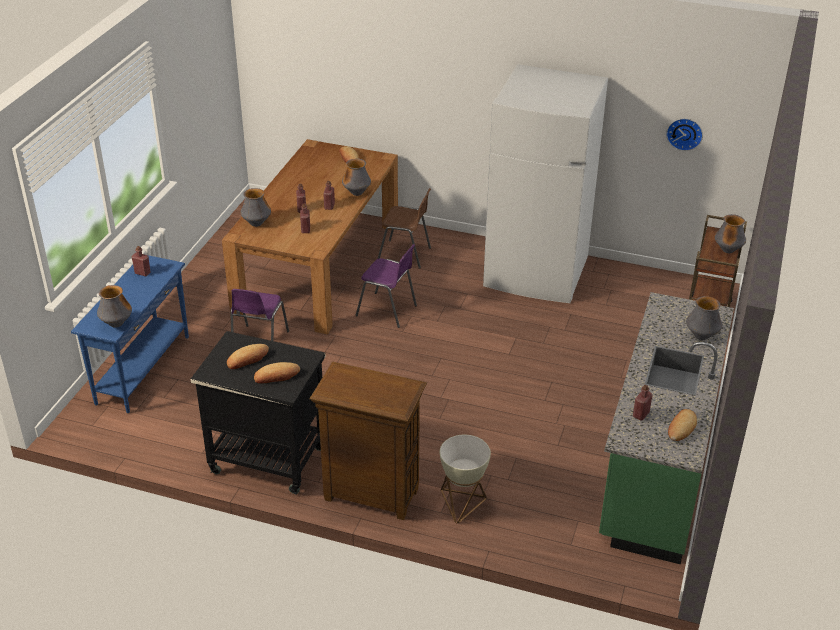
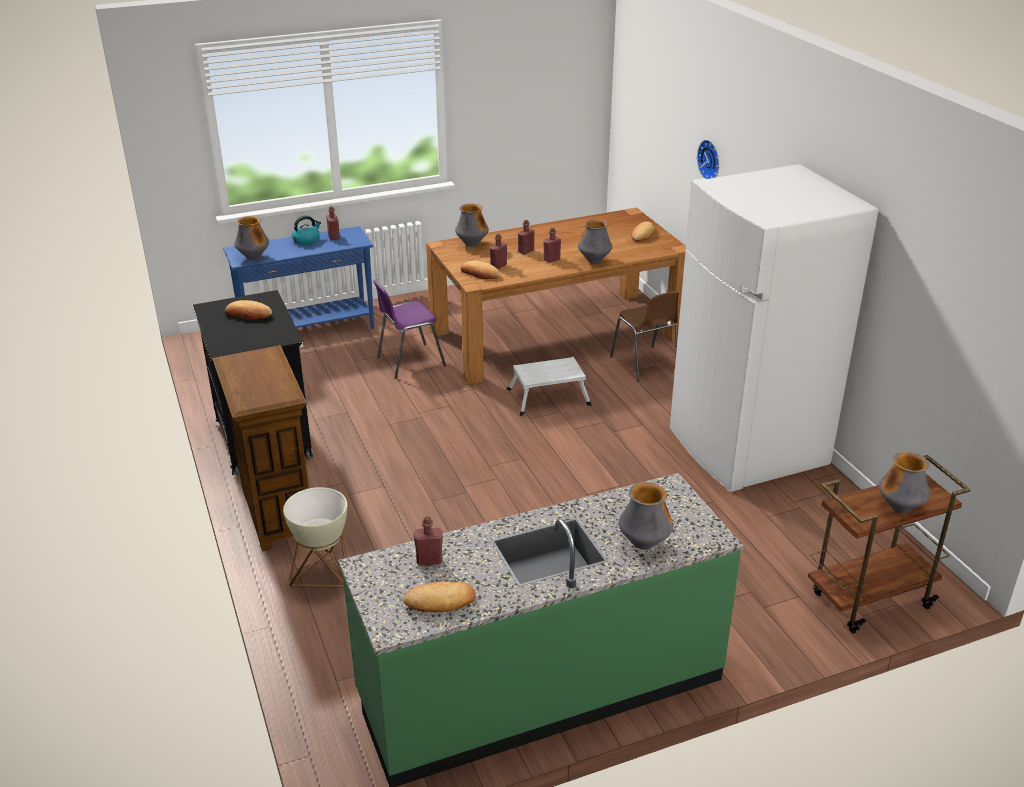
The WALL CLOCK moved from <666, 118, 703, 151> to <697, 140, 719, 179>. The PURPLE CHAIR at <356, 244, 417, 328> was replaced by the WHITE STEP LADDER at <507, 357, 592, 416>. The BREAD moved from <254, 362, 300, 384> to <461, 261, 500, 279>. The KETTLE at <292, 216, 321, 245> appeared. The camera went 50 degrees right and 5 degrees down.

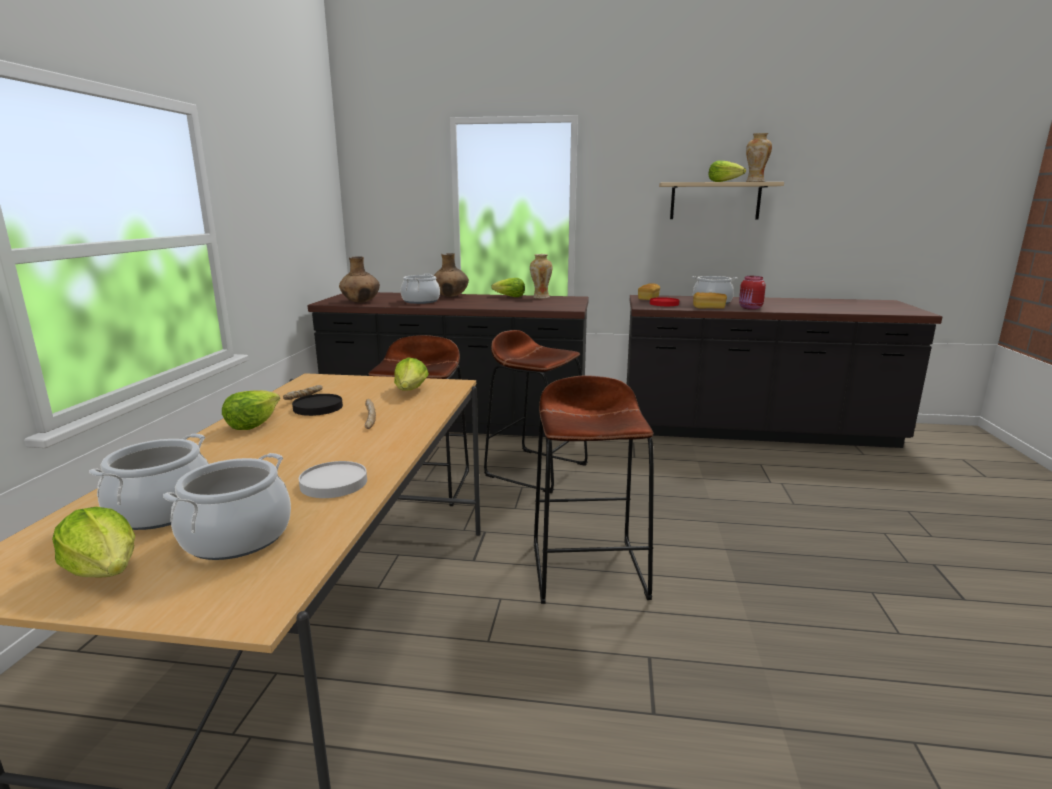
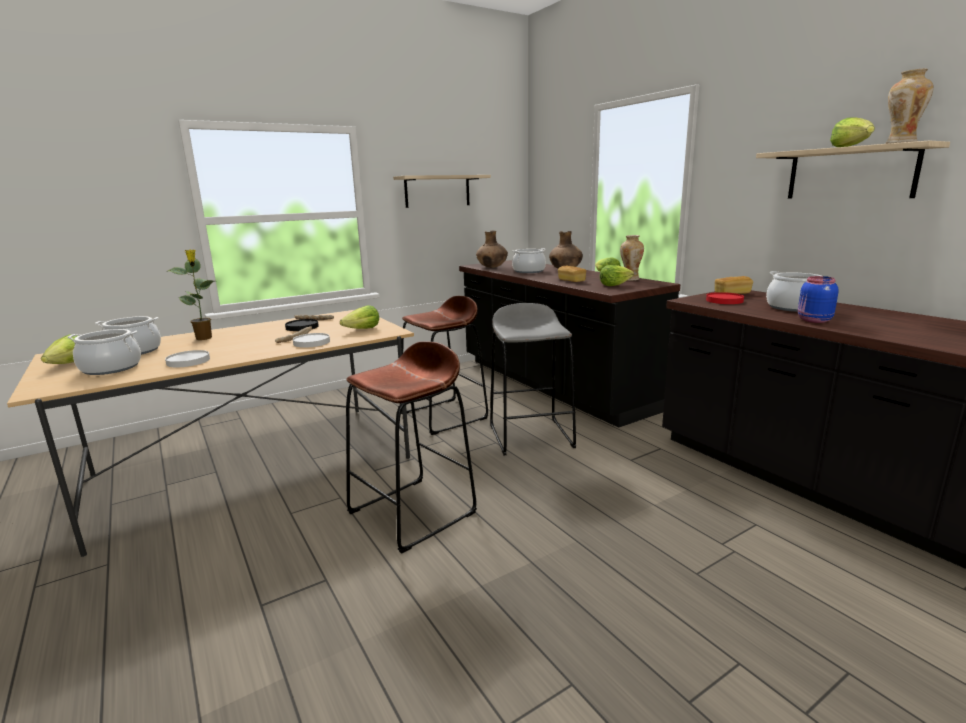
The RED JAR at <739, 276, 766, 310> became the BLUE JAR at <798, 276, 839, 323>. The BREAD moved from <693, 292, 727, 309> to <558, 266, 586, 282>. The BROWN STOOL at <484, 330, 588, 493> became the GREY STOOL at <490, 303, 576, 455>. The LETTUCE moved from <222, 390, 280, 430> to <600, 265, 634, 286>. The SHELF at <393, 175, 491, 208> appeared. The POTTED PLANT at <168, 249, 214, 340> appeared. The WHITE PLATE at <293, 333, 330, 348> appeared. The camera went 50 degrees right and 0 degrees up.

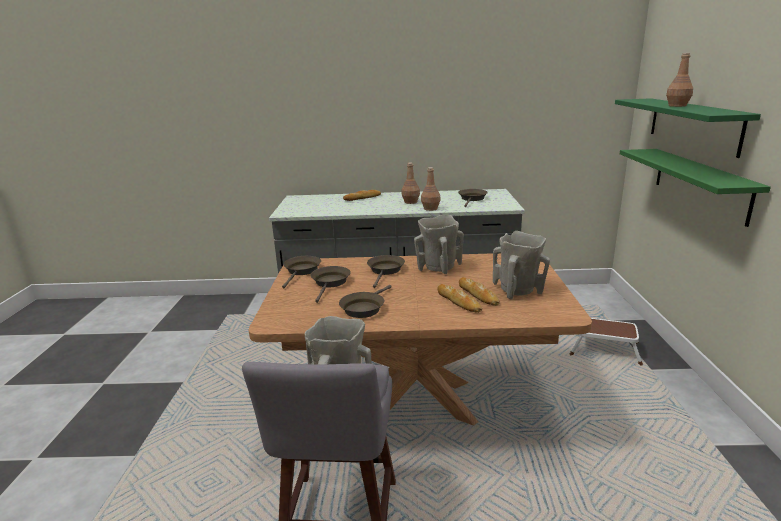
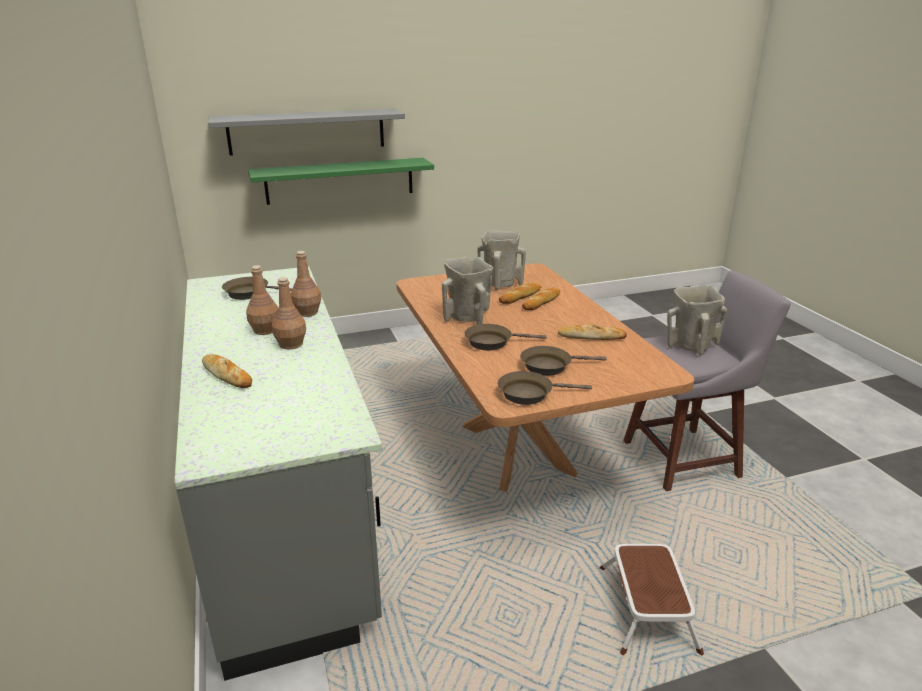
The BROWN BOTTLE moved from <666, 53, 693, 107> to <272, 277, 306, 349>. The GREEN SHELF at <615, 98, 761, 158> became the GREY SHELF at <209, 109, 405, 156>. The BROWN FRYING PAN at <339, 285, 392, 318> was replaced by the BREAD at <558, 324, 627, 340>. The BROWN STEP LADDER moved from <569, 318, 643, 366> to <599, 544, 704, 656>. The camera went 110 degrees left and 5 degrees up.

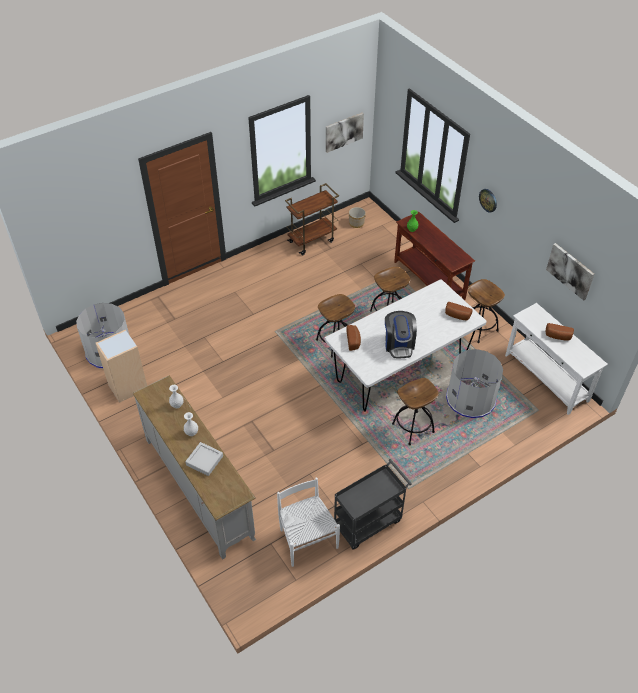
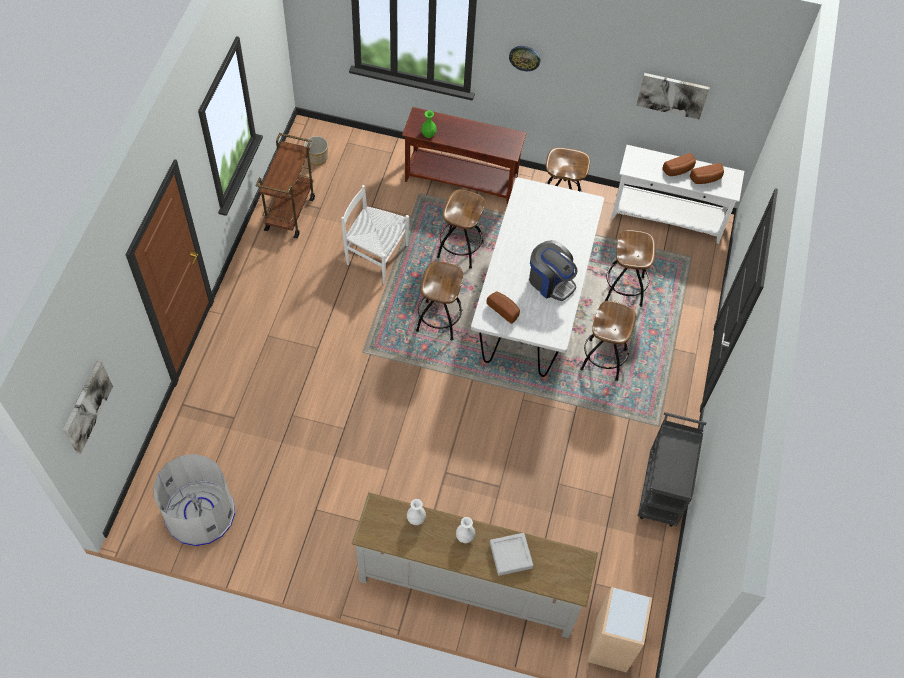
The PICTURE moved from <326, 112, 364, 153> to <63, 360, 113, 454>. The BREAD moved from <445, 302, 472, 320> to <690, 163, 724, 184>. The BOOKCASE moved from <96, 329, 147, 403> to <588, 587, 652, 673>. The GREY TRASH CAN at <446, 349, 503, 418> was replaced by the BROWN STOOL at <605, 230, 656, 307>. The WHITE CHAIR moved from <277, 478, 340, 567> to <341, 185, 409, 284>. The camera went 45 degrees left and 10 degrees up.

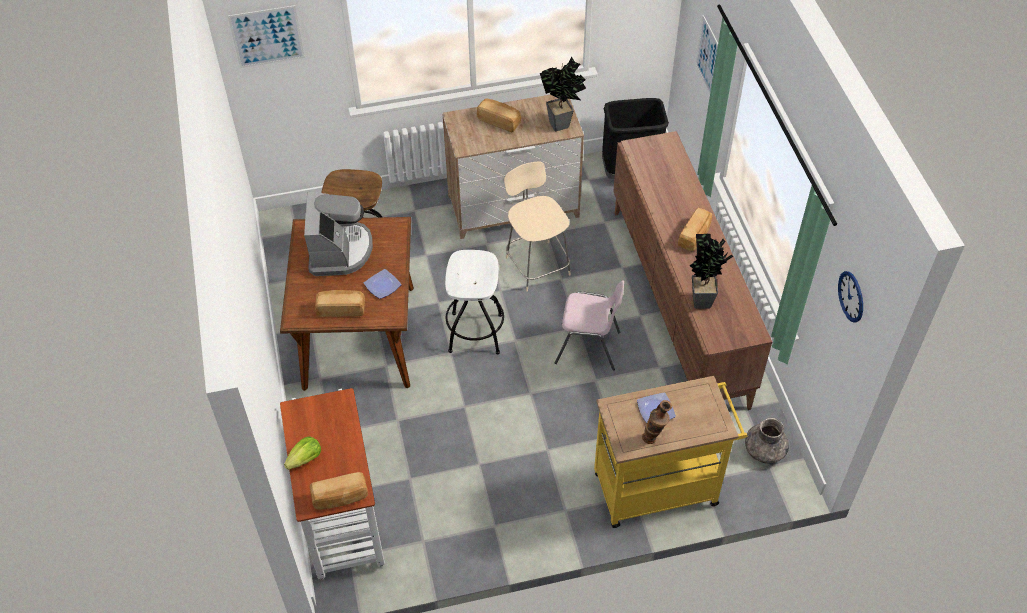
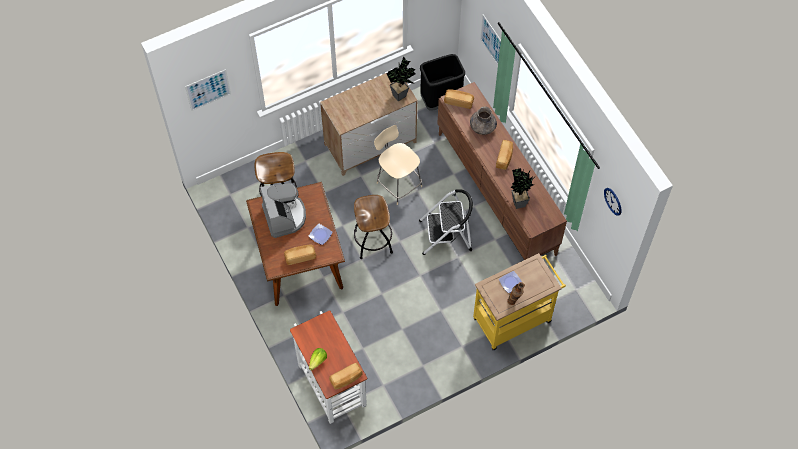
The BREAD moved from <477, 98, 521, 132> to <444, 89, 474, 109>. The WHITE STOOL at <445, 250, 504, 355> became the BROWN STOOL at <354, 195, 393, 259>. The PINK CHAIR at <555, 280, 624, 370> was replaced by the STEP LADDER at <419, 189, 473, 255>. The GREY VASE moved from <745, 418, 789, 463> to <470, 106, 497, 135>. The camera went 15 degrees left and 10 degrees up.

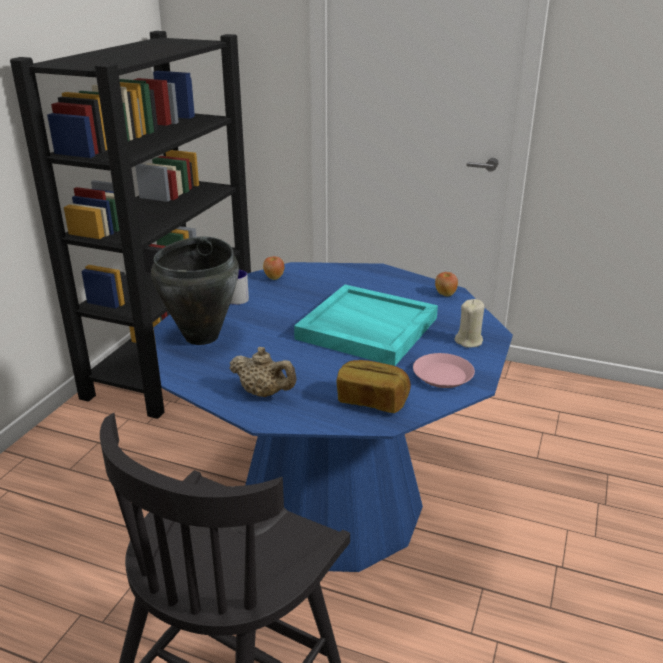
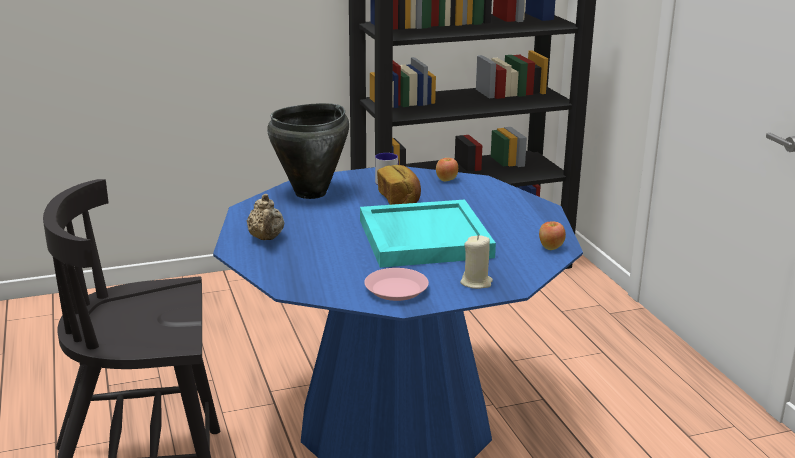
The BREAD moved from <337, 360, 411, 413> to <377, 165, 421, 205>. The camera went 50 degrees right and 5 degrees down.

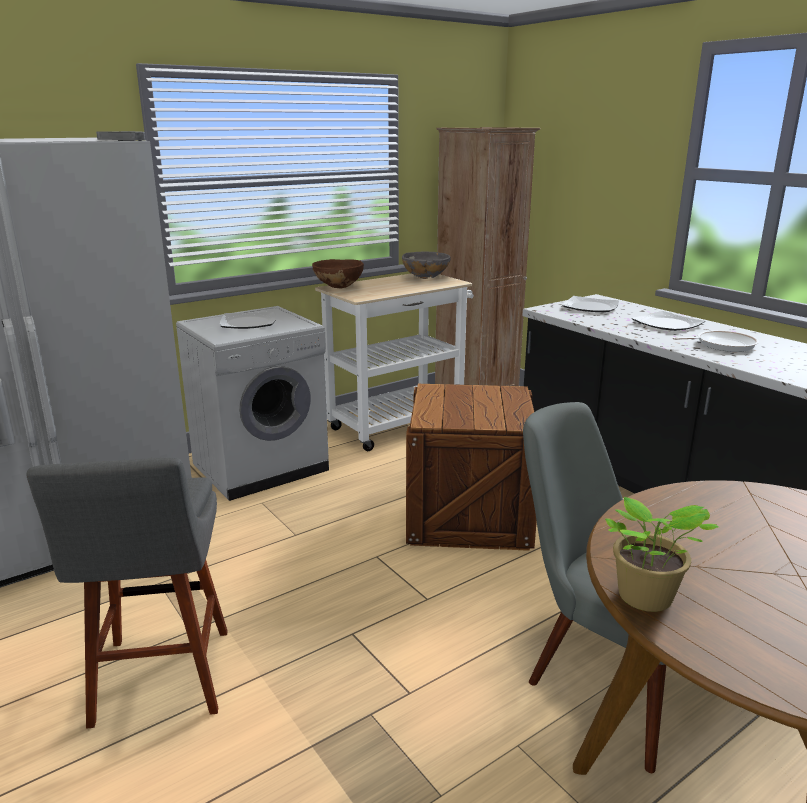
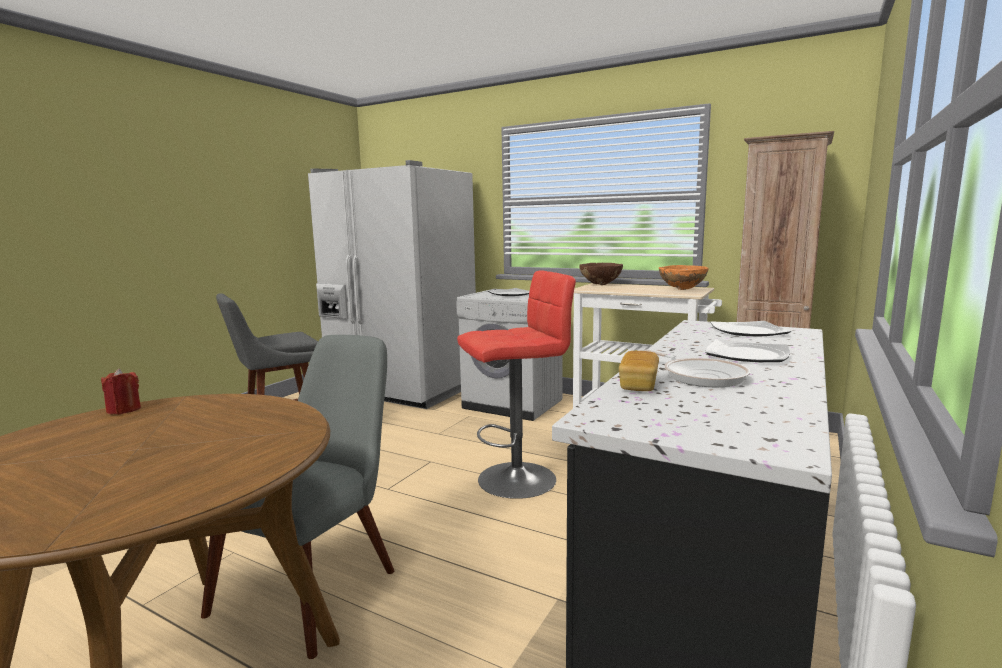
The GREY BOWL at <402, 252, 450, 279> became the ORANGE BOWL at <659, 265, 708, 290>. The CRATE at <406, 384, 537, 551> was replaced by the RED STOOL at <457, 270, 576, 499>. The POTTED PLANT at <605, 497, 719, 612> was replaced by the RED CANDLE at <101, 368, 141, 415>. The BREAD at <619, 351, 659, 391> appeared. The camera went 65 degrees right and 10 degrees down.

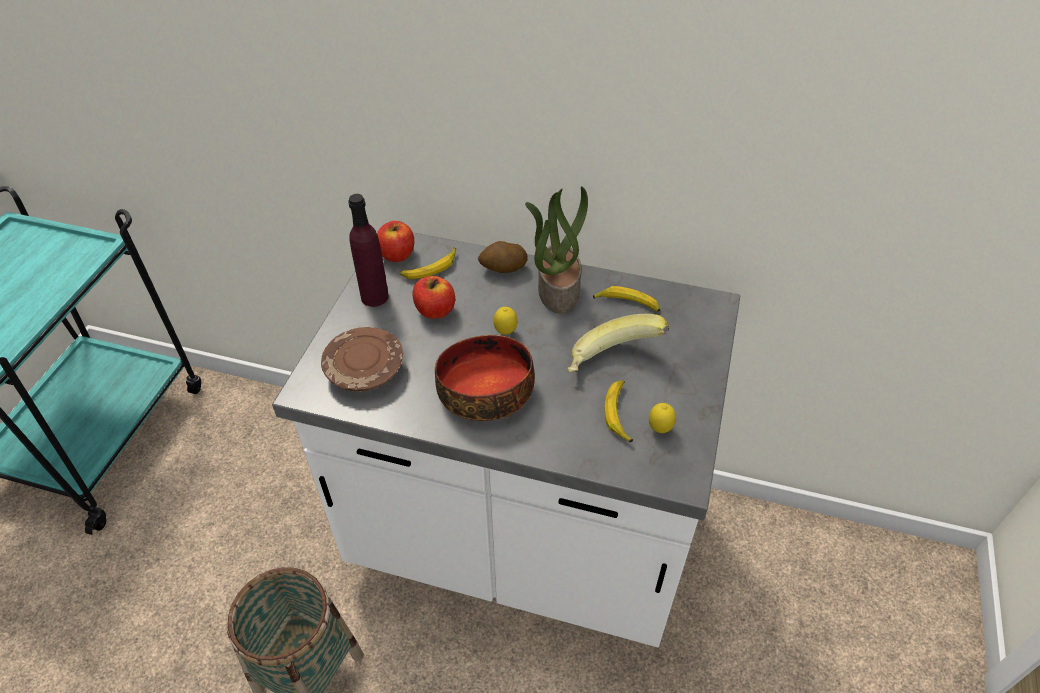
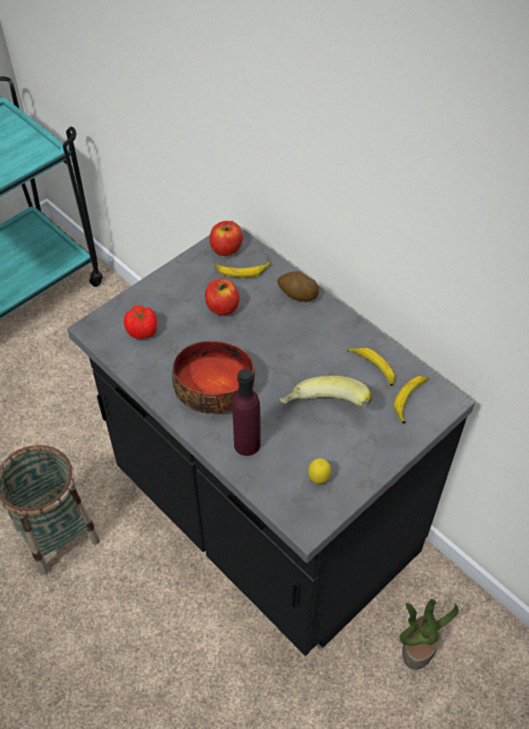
The POTTED PLANT moved from <525, 186, 588, 313> to <399, 599, 459, 670>. The PURPLE BOTTLE moved from <348, 194, 389, 307> to <232, 369, 261, 456>. The WHITE COUNTER at <272, 233, 740, 647> became the BLACK COUNTER at <67, 221, 475, 656>. The LEMON at <494, 307, 518, 335> disappeared. The BROWN PLATE at <321, 327, 403, 392> was replaced by the TOMATO at <124, 305, 157, 339>. The BANANA moved from <605, 380, 633, 442> to <394, 376, 429, 423>. The camera went 30 degrees right and 5 degrees up.

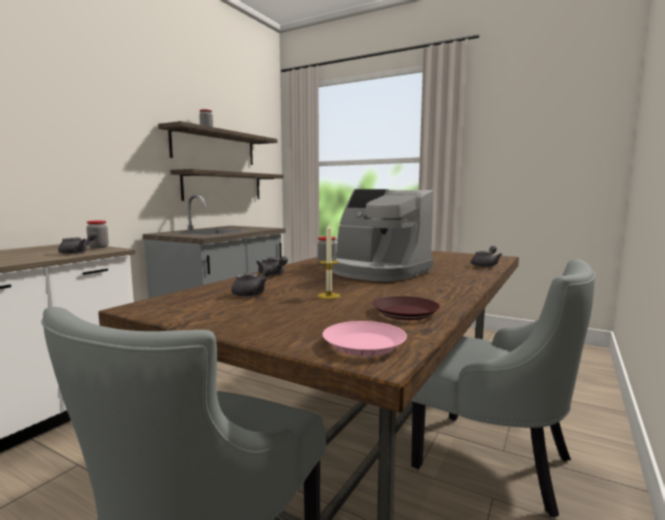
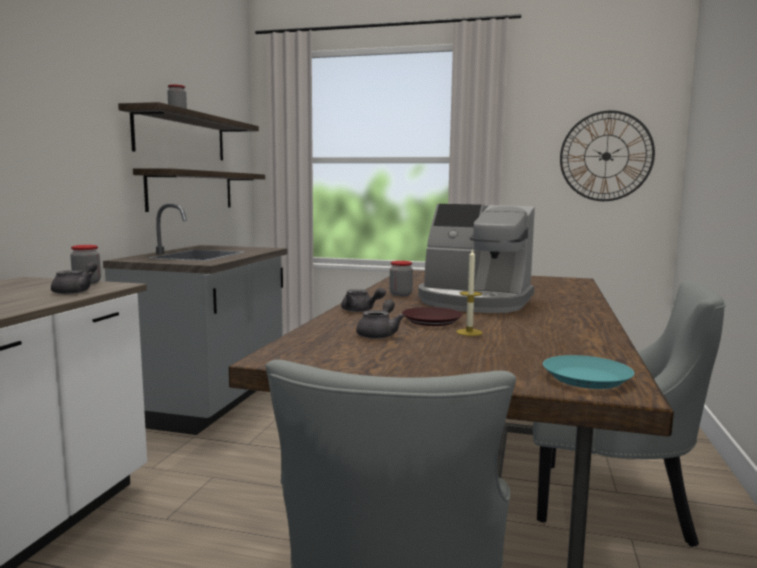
The GREY TEAPOT at <471, 246, 502, 267> disappeared. The BROWN PLATE moved from <373, 296, 440, 320> to <402, 307, 463, 326>. The PINK PLATE at <323, 321, 407, 356> became the TURQUOISE PLATE at <543, 355, 634, 389>. The WALL CLOCK at <560, 110, 655, 201> appeared. The camera went 15 degrees left and 0 degrees up.

